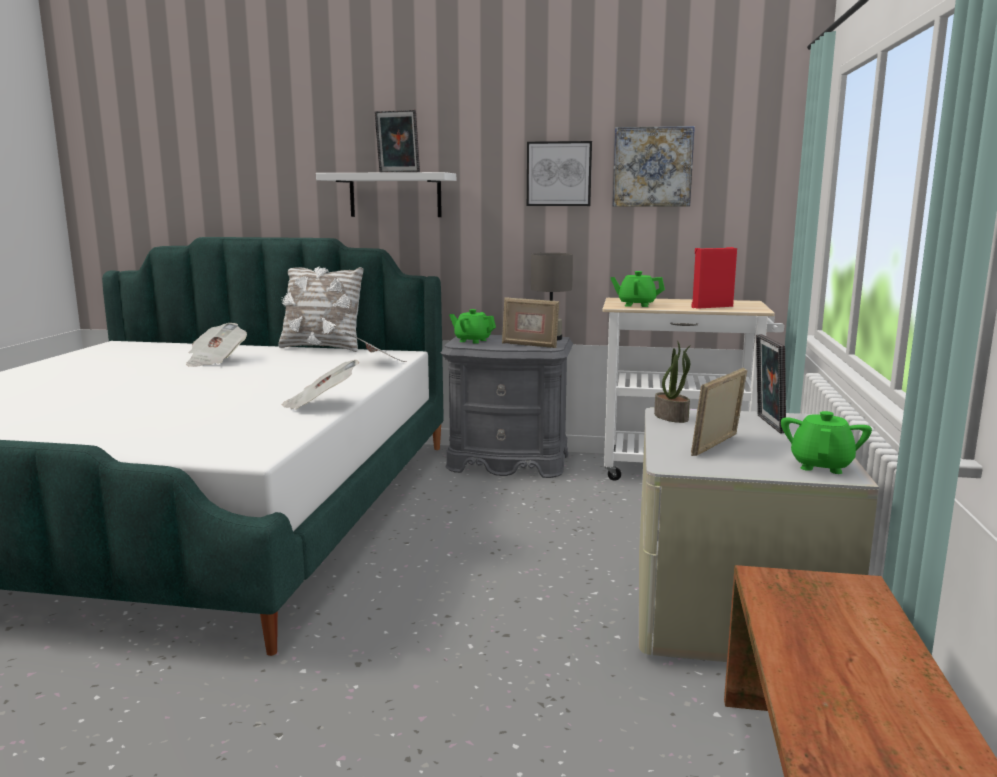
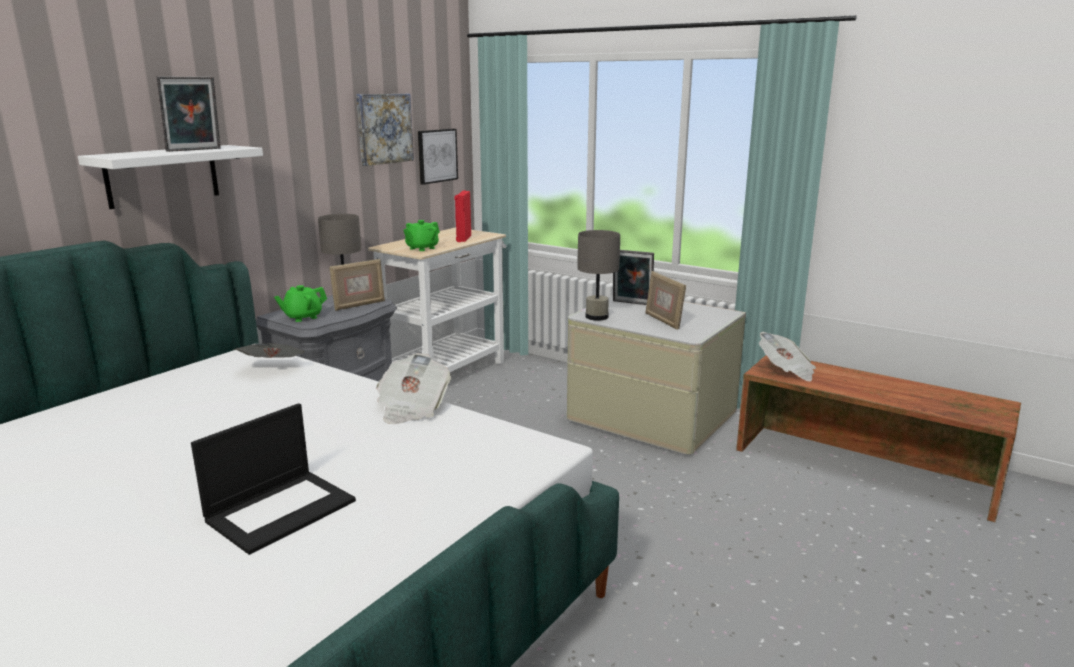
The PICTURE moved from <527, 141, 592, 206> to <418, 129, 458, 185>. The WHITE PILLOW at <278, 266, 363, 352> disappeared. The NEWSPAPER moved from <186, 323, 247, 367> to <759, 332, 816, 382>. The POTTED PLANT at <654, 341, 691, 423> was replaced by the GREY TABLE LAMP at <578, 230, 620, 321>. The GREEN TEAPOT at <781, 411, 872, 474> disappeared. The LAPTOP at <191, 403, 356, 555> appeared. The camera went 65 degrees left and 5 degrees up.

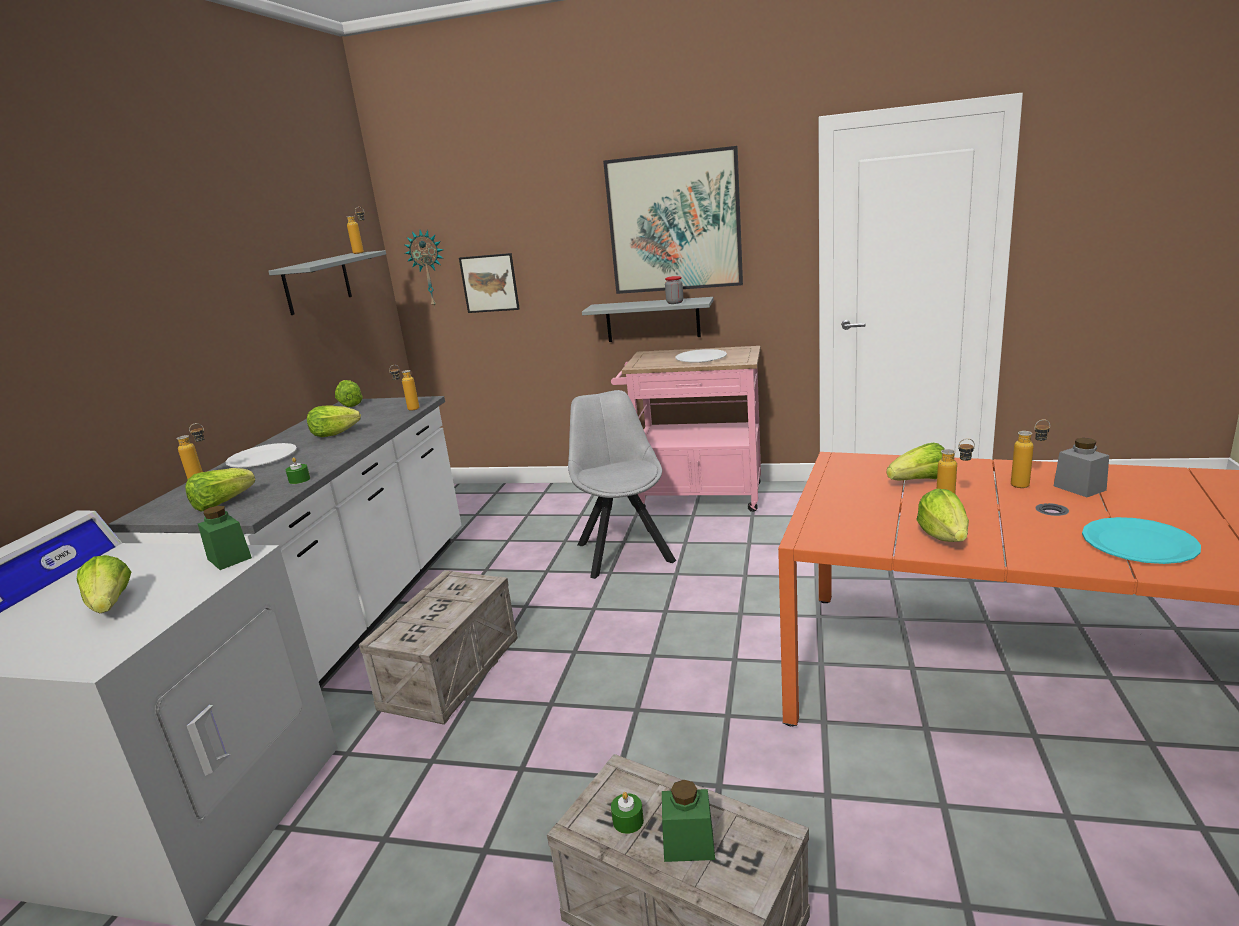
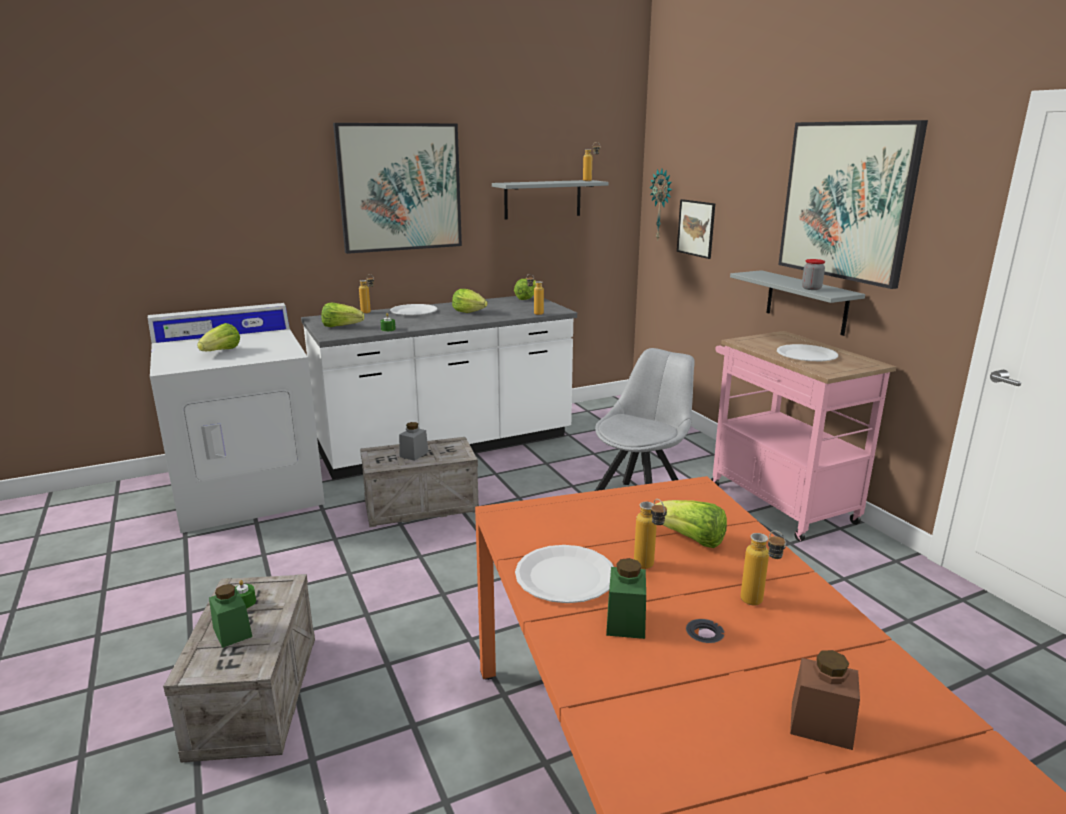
The GREY JAR moved from <1054, 438, 1109, 497> to <399, 422, 428, 461>. The LETTUCE at <916, 489, 969, 542> was replaced by the WHITE PLATE at <515, 545, 614, 603>. The GREEN JAR moved from <198, 506, 252, 570> to <606, 558, 646, 639>. The TURQUOISE PLATE at <1082, 517, 1201, 564> disappeared. The PICTURE at <333, 123, 462, 254> appeared. The BROWN JAR at <790, 650, 860, 750> appeared. The camera went 50 degrees right and 0 degrees up.

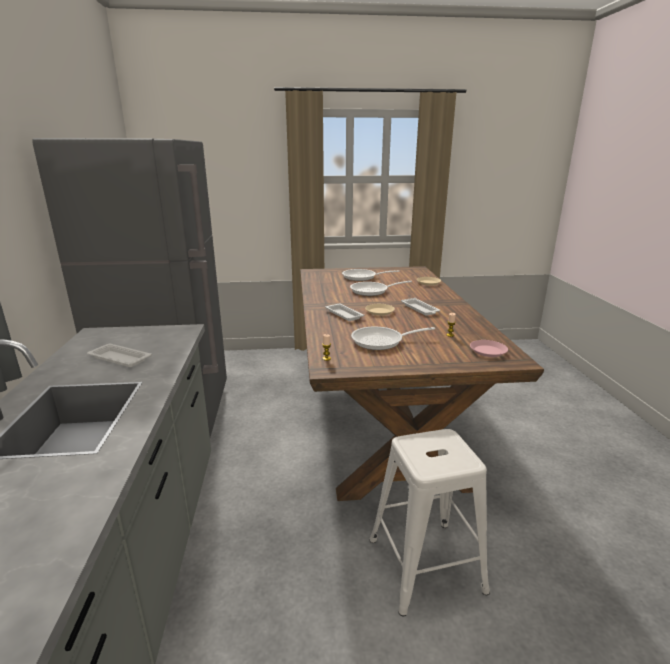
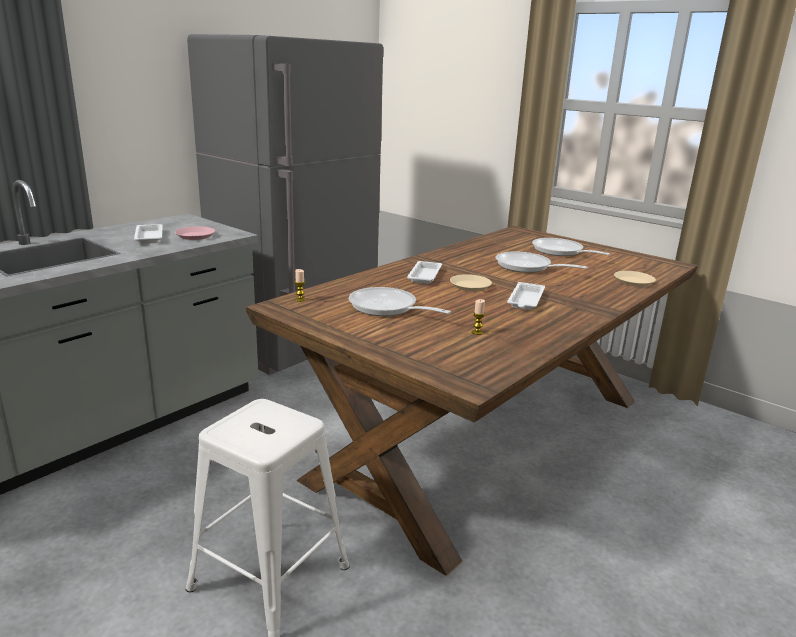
The PINK PLATE moved from <470, 340, 508, 357> to <175, 226, 215, 240>. The camera went 45 degrees right and 0 degrees up.

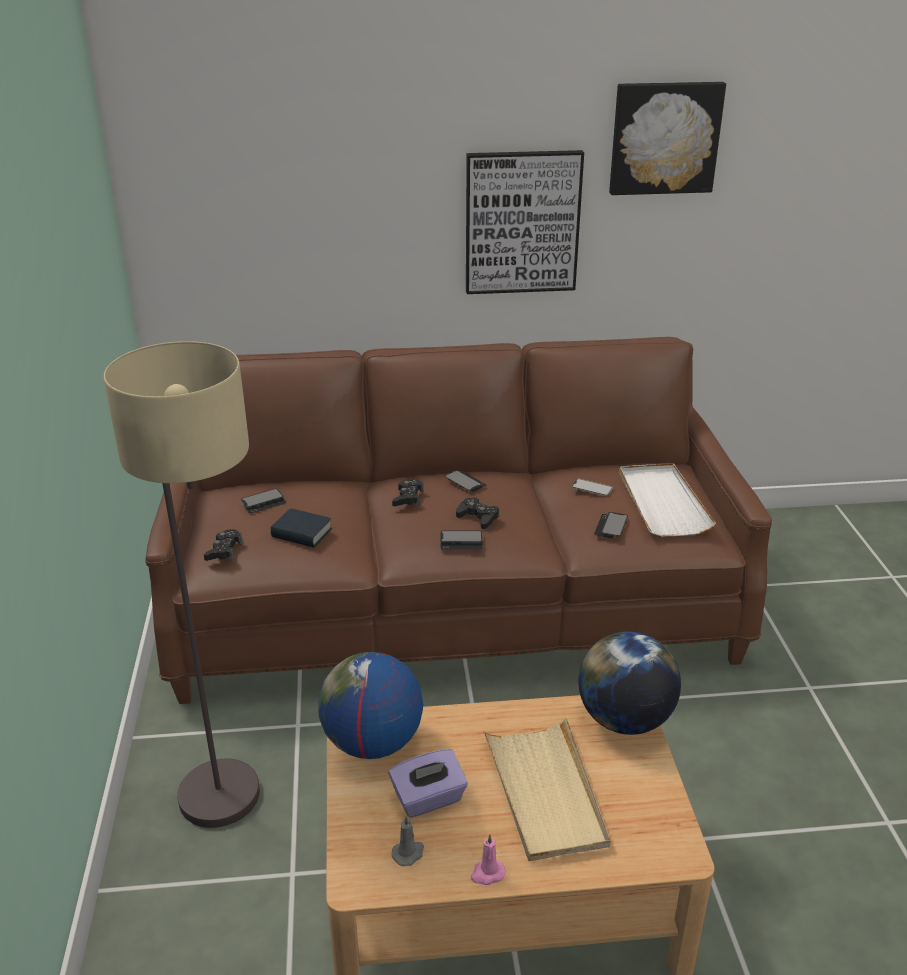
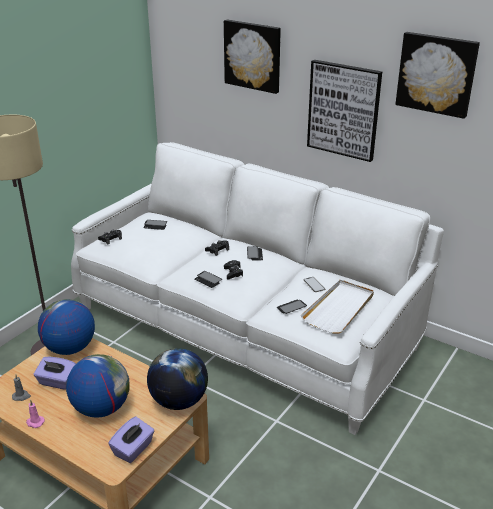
The BROWN SOFA at <145, 337, 772, 704> became the WHITE SOFA at <71, 142, 444, 435>. The BOOK at <270, 508, 332, 548> disappeared. The BEIGE TRAY at <483, 717, 611, 861> was replaced by the GLOBE at <66, 354, 130, 418>. The PICTURE at <224, 20, 281, 94> appeared. The PURPLE TISSUE BOX at <108, 417, 155, 463> appeared. The camera went 40 degrees right and 0 degrees up.

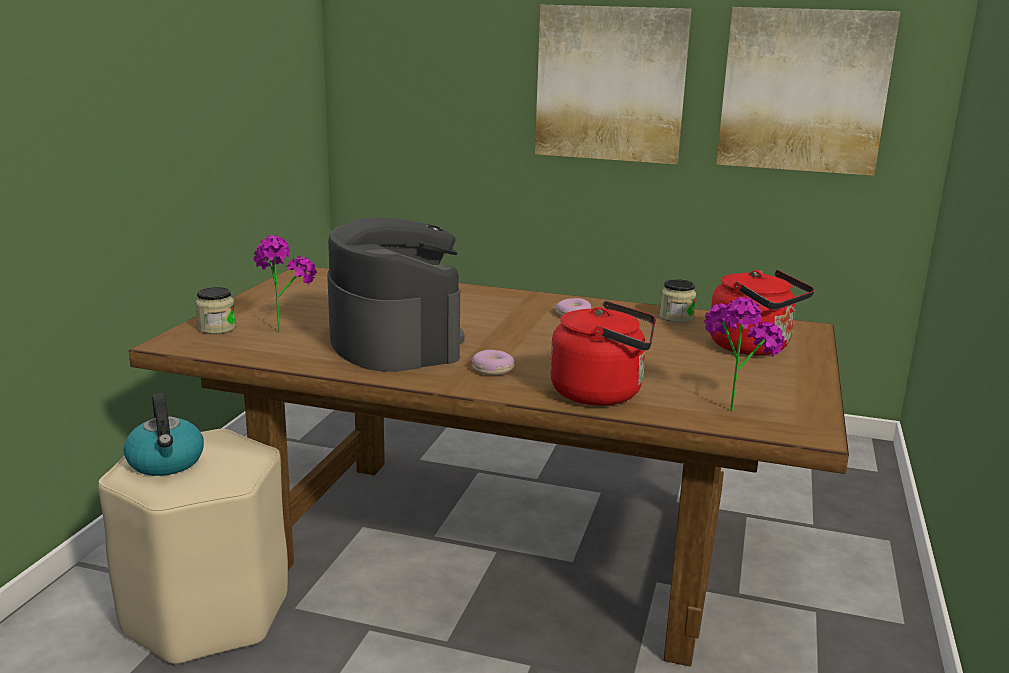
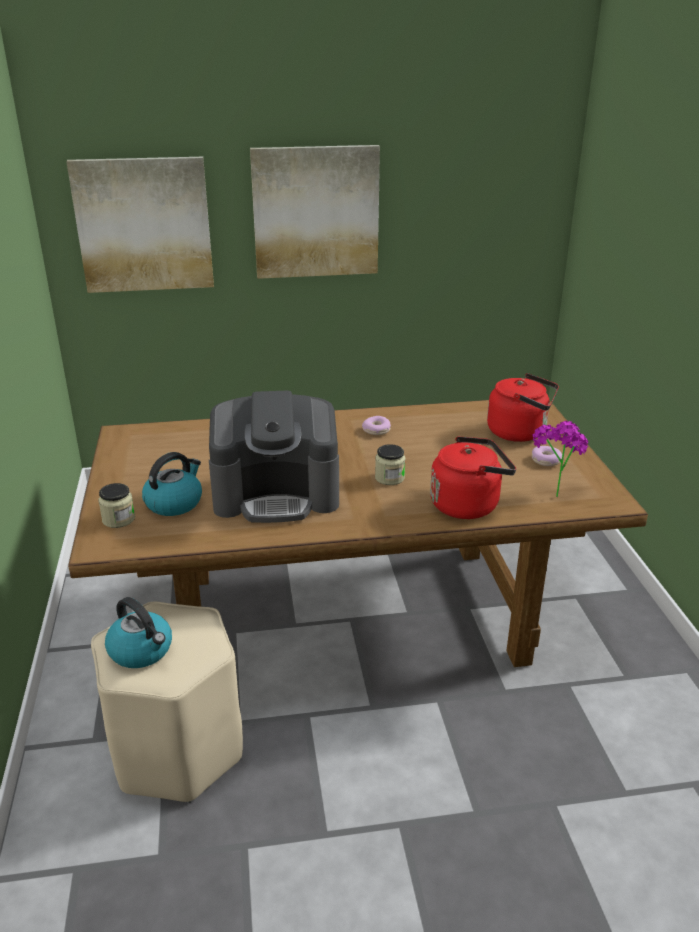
The PICTURE moved from <716, 7, 901, 176> to <66, 157, 214, 293>. The COFFEE MACHINE at <327, 217, 465, 372> turned 135 degrees clockwise. The POTTED PLANT at <254, 235, 317, 332> was replaced by the KETTLE at <142, 452, 202, 516>. The JAR moved from <660, 279, 696, 323> to <375, 444, 406, 485>. The DONUT moved from <472, 350, 514, 375> to <532, 446, 562, 466>. The camera went 25 degrees left and 10 degrees up.

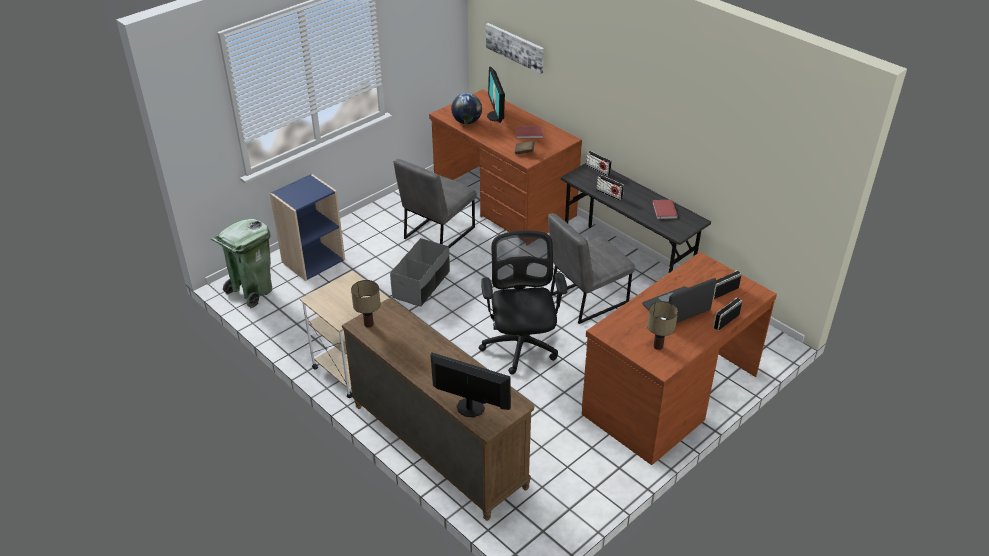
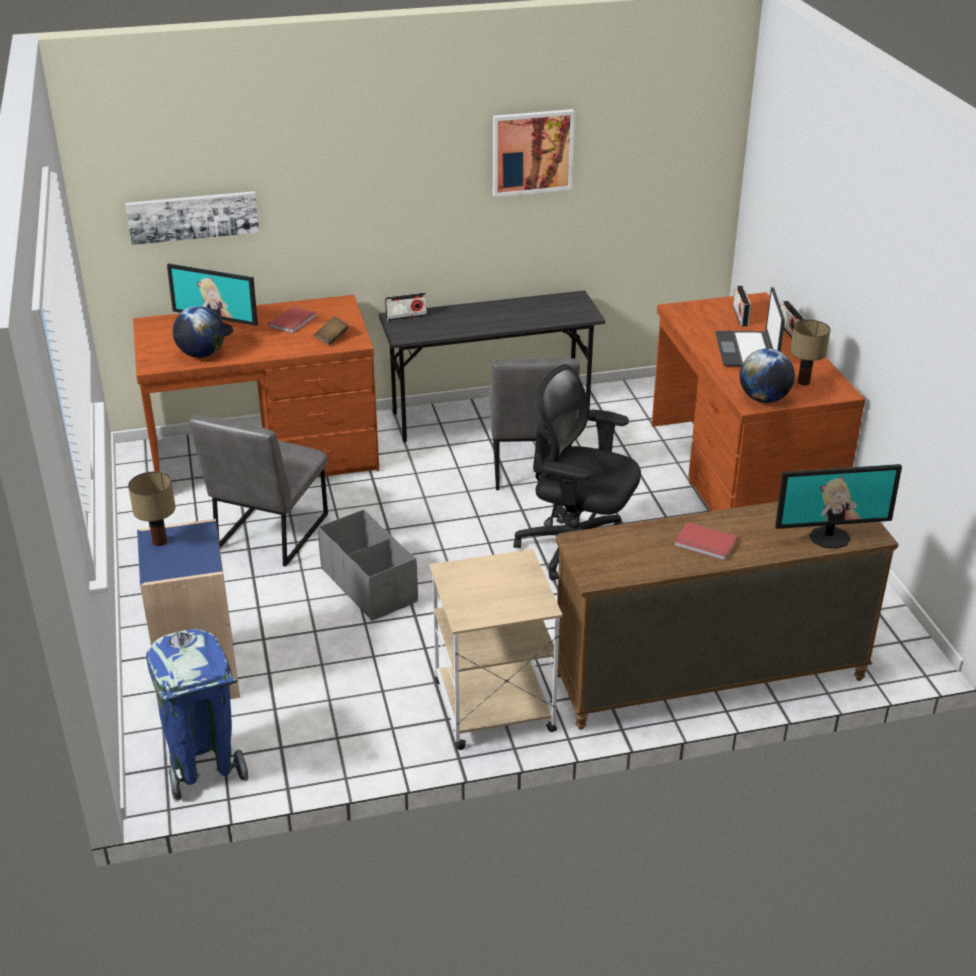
The GREY CHAIR at <393, 159, 477, 248> turned 45 degrees clockwise. The RADIO at <596, 175, 624, 201> disappeared. The RED BOOK moved from <652, 200, 678, 219> to <674, 522, 738, 561>. The GREEN TRASH CAN at <210, 219, 272, 308> became the BLUE TRASH CAN at <146, 629, 248, 802>. The TABLE LAMP moved from <351, 280, 381, 328> to <128, 472, 176, 546>. The MONITOR at <430, 353, 511, 417> turned 150 degrees counterclockwise. The PICTURE at <493, 109, 575, 197> appeared. The GLOBE at <740, 349, 795, 403> appeared. The camera went 60 degrees left and 5 degrees down.

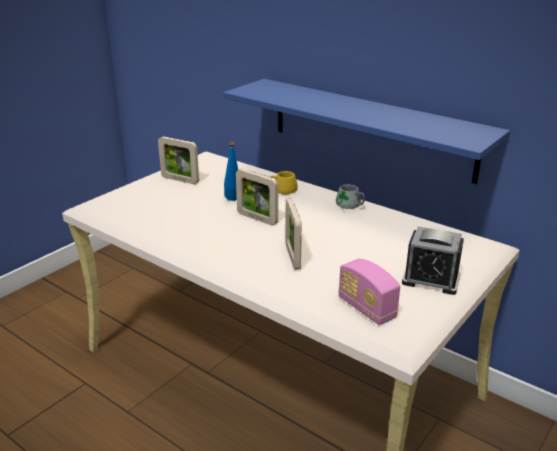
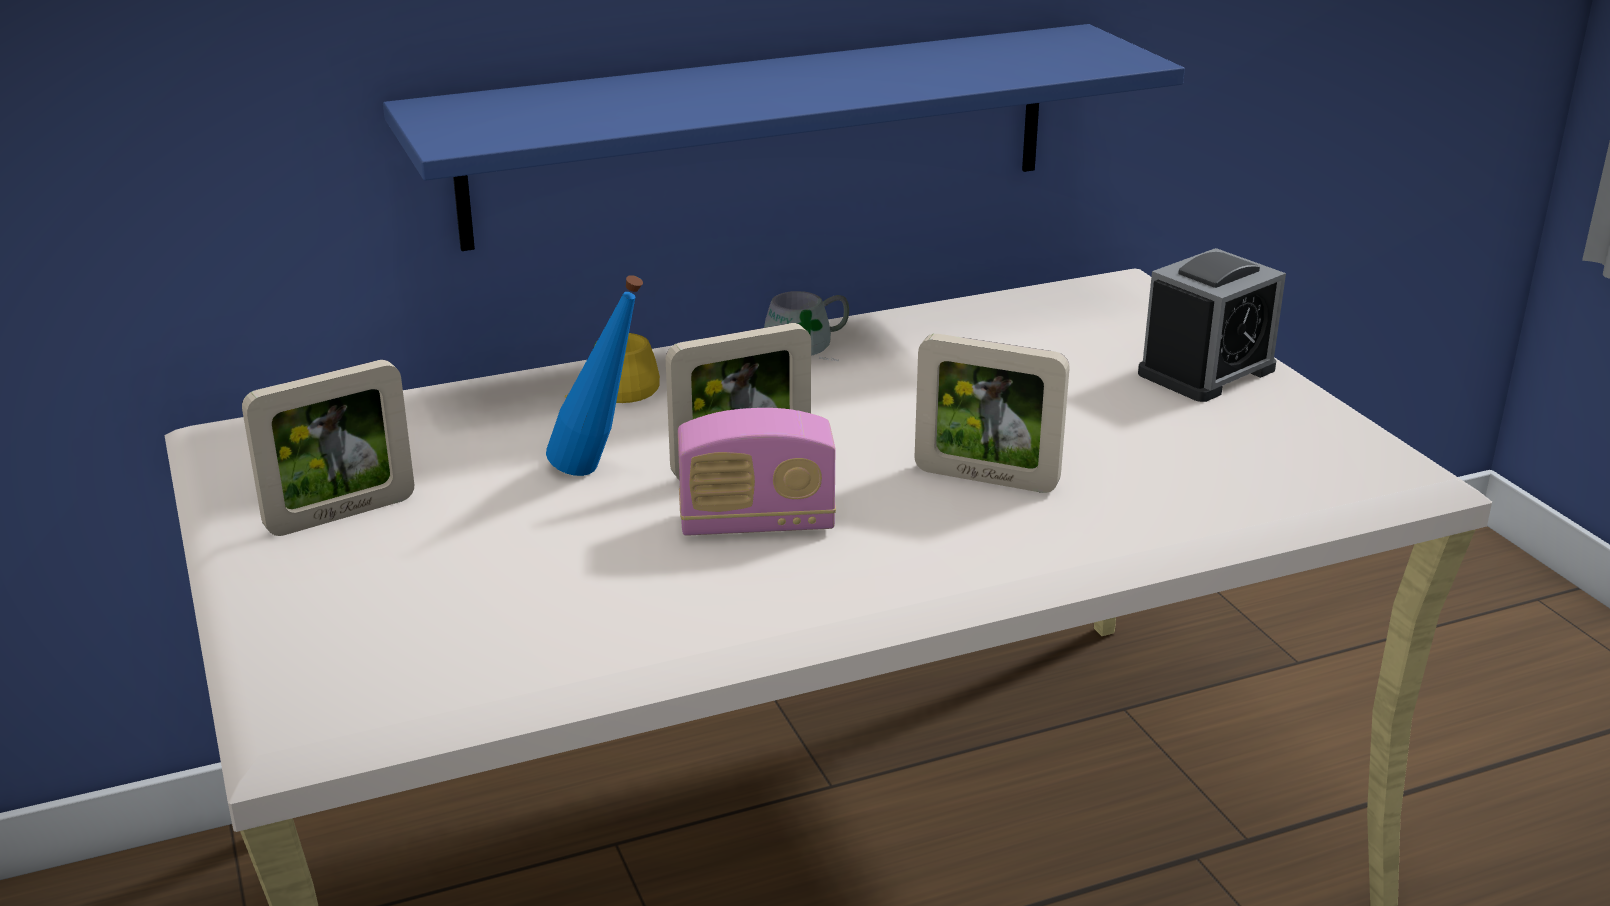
The RADIO moved from <338, 259, 400, 325> to <678, 408, 836, 535>. The camera went 60 degrees left and 0 degrees up.

